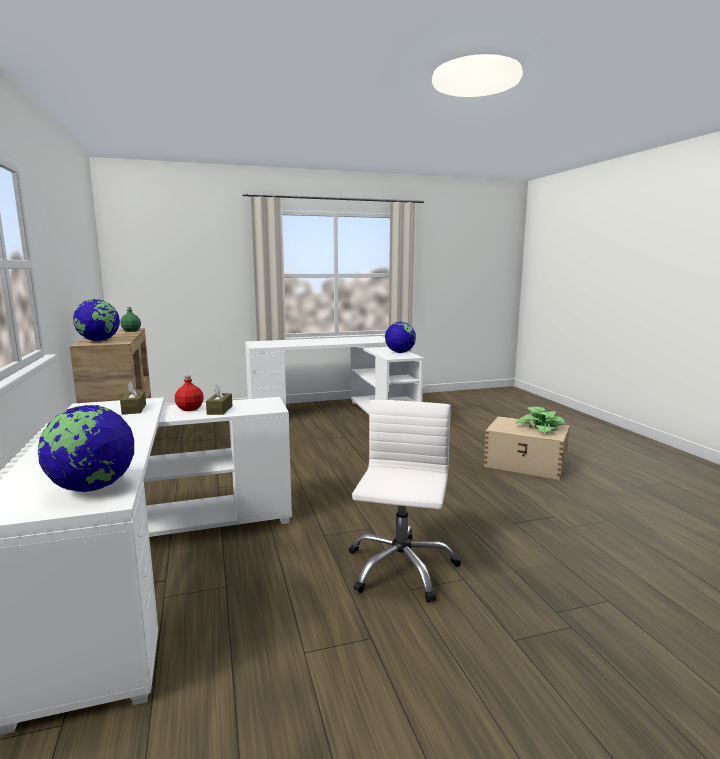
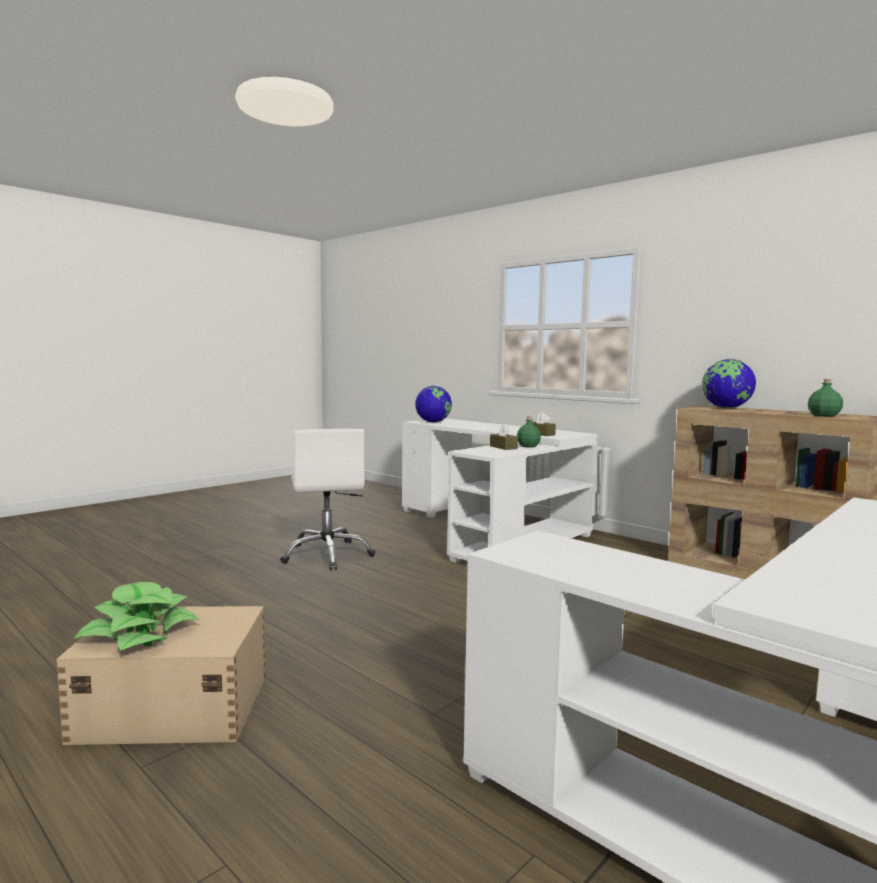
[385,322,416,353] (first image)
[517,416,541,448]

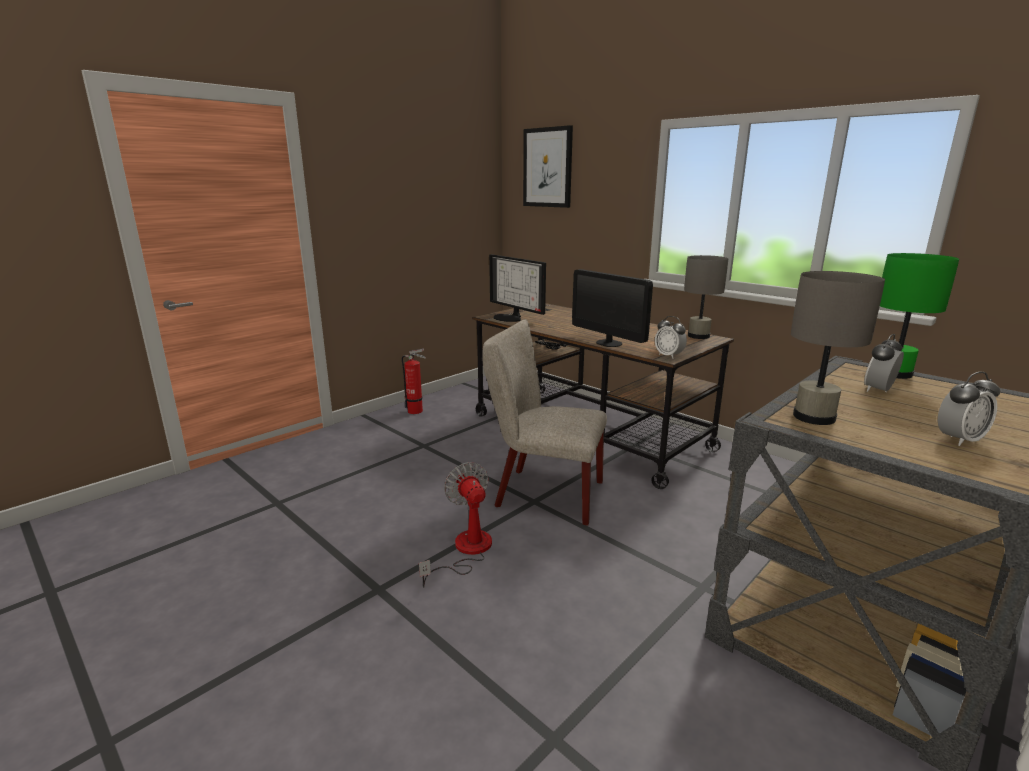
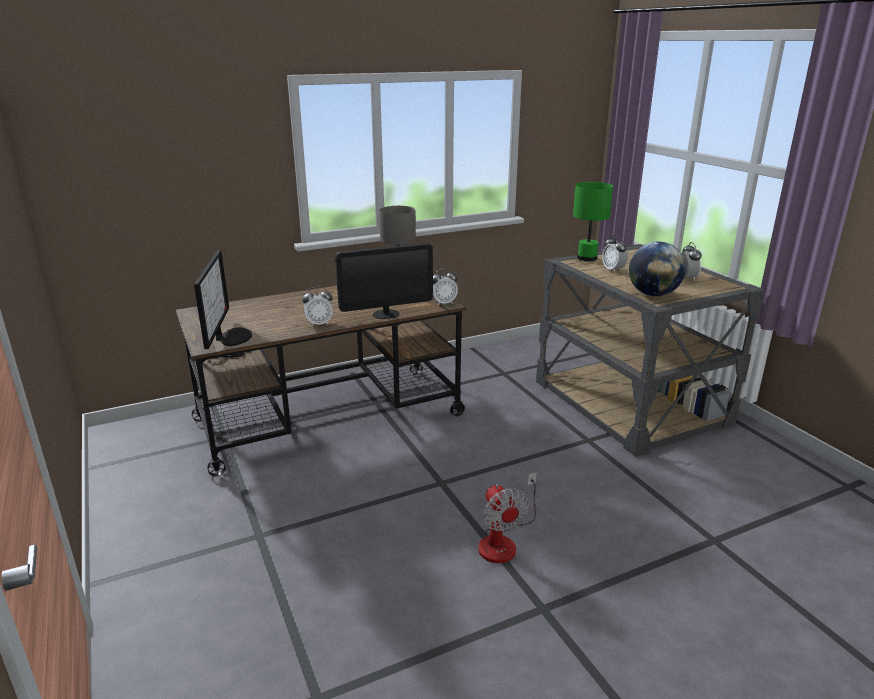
[402,348,426,414] (first image)
[482,319,607,526] (first image)
[523,125,573,208] (first image)
[302,287,333,327]
[629,241,686,296]
[478,472,537,563]
[194,250,252,349]

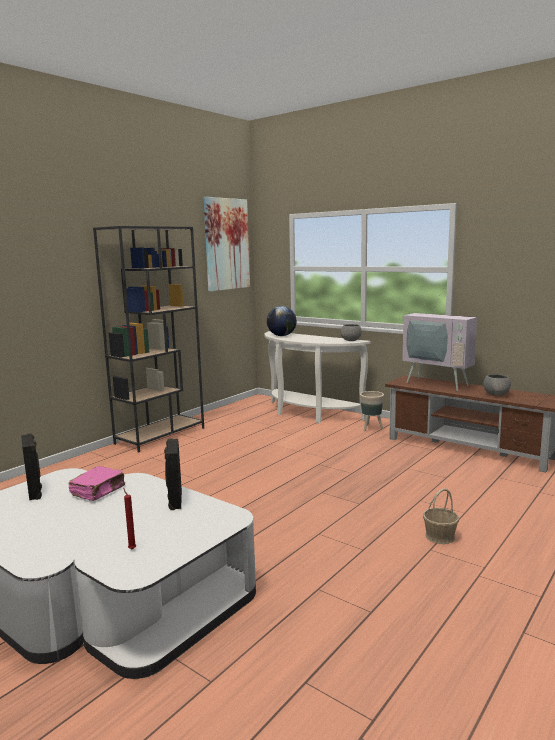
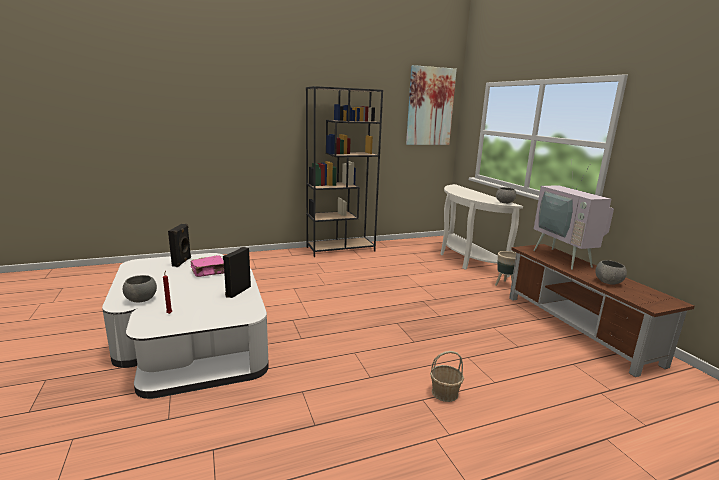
[267,306,297,336] (first image)
[123,275,157,302]

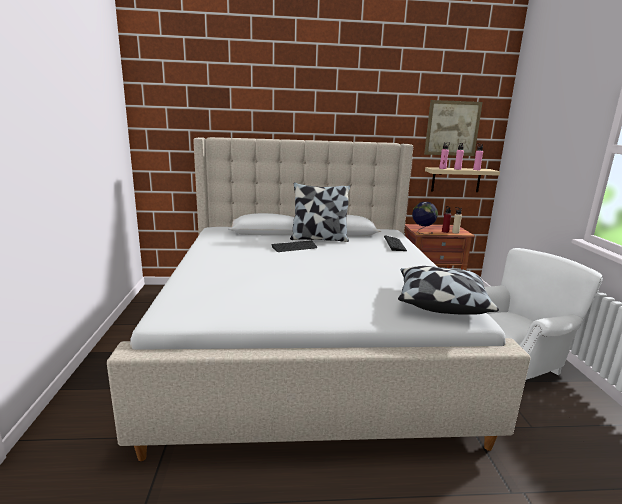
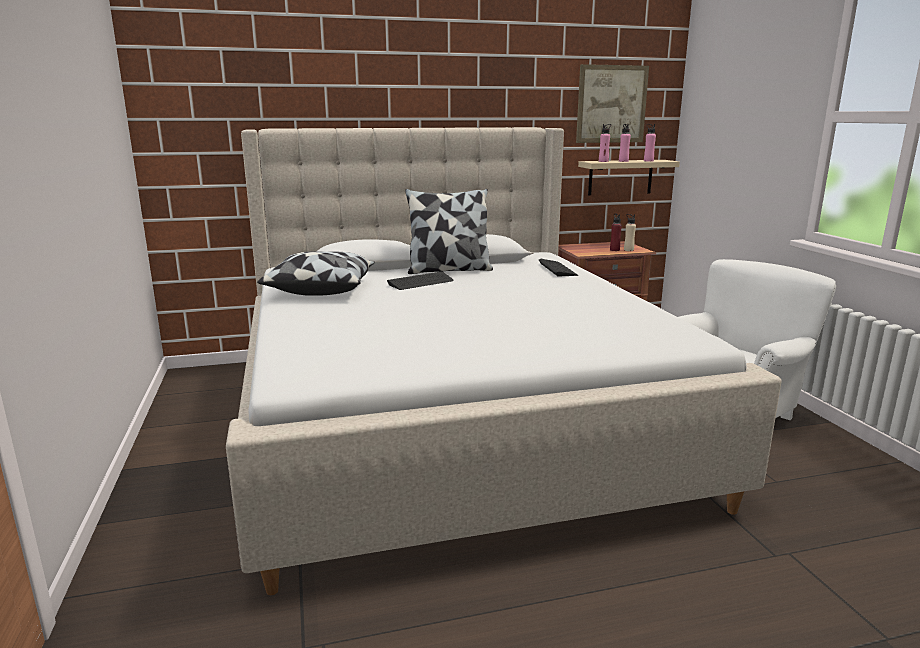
[412,202,438,234] (first image)
[257,251,375,296]

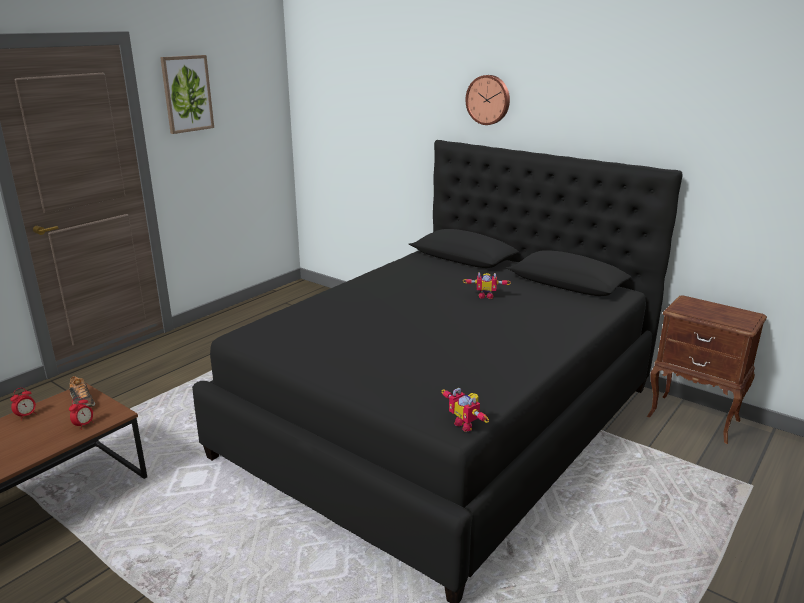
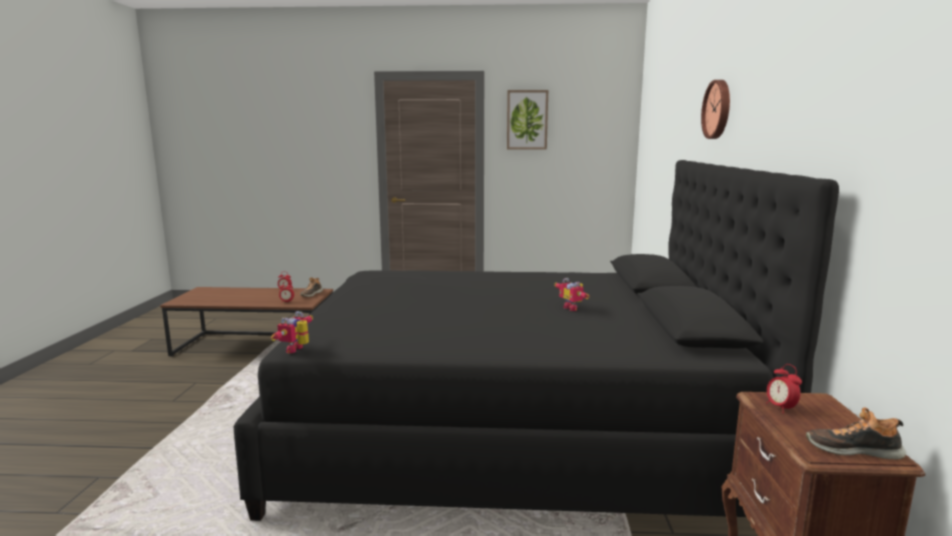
[766,364,802,413]
[806,408,906,459]

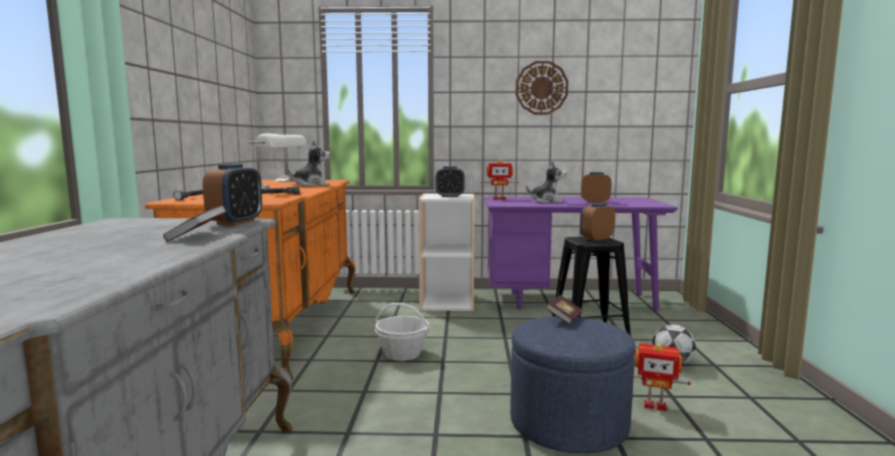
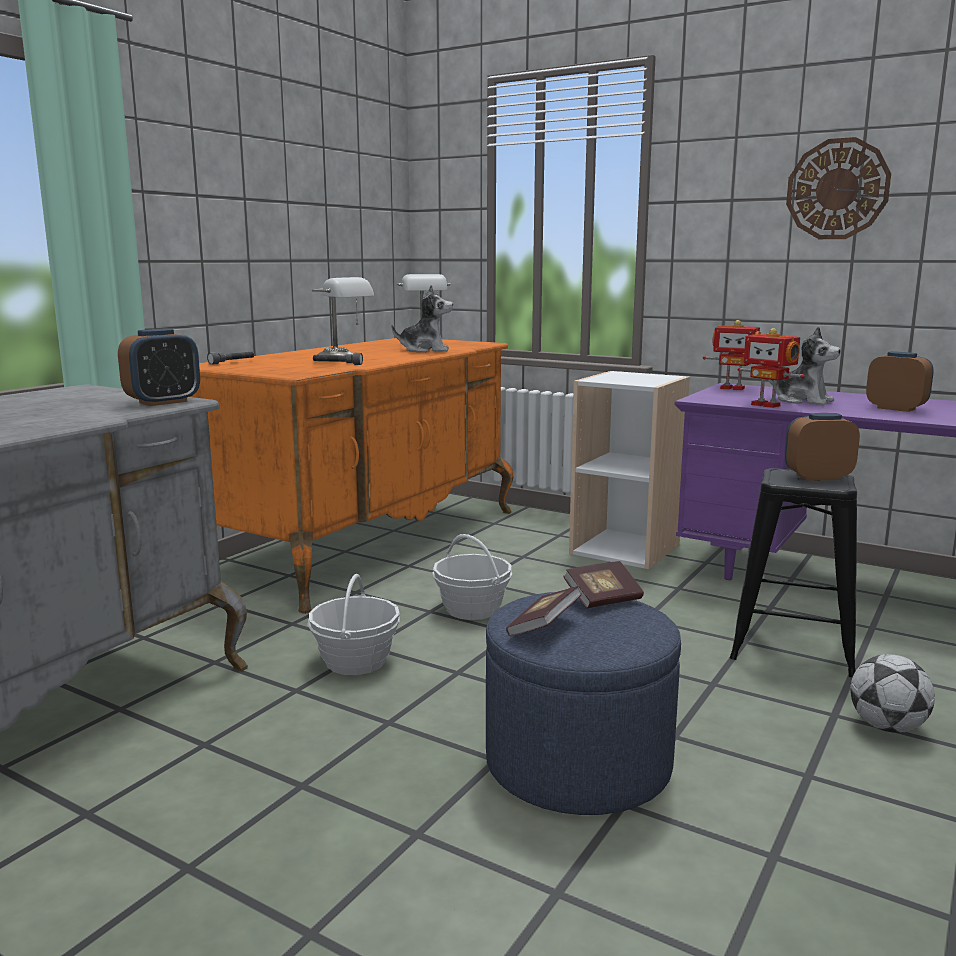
[436,166,465,197] (first image)
[307,574,400,675]
[506,586,582,636]
[737,328,805,408]

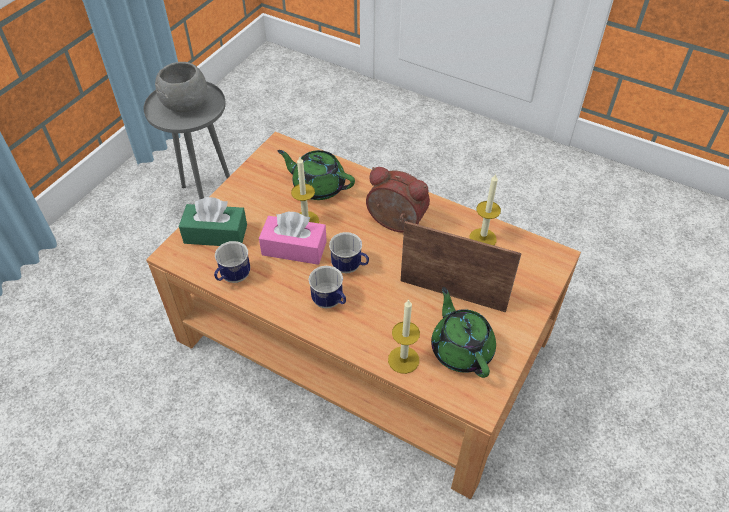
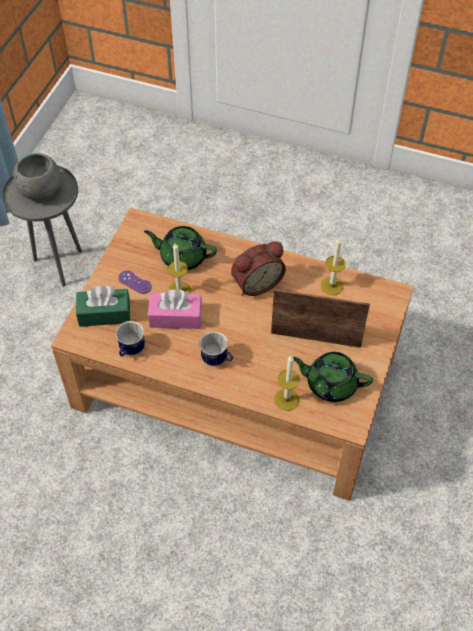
[329,232,369,273] (first image)
[119,270,152,294]
[231,241,286,296]
[293,352,373,402]

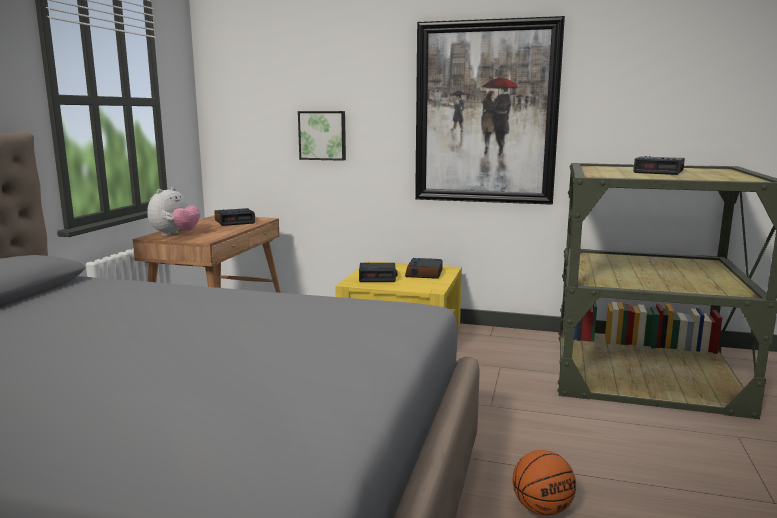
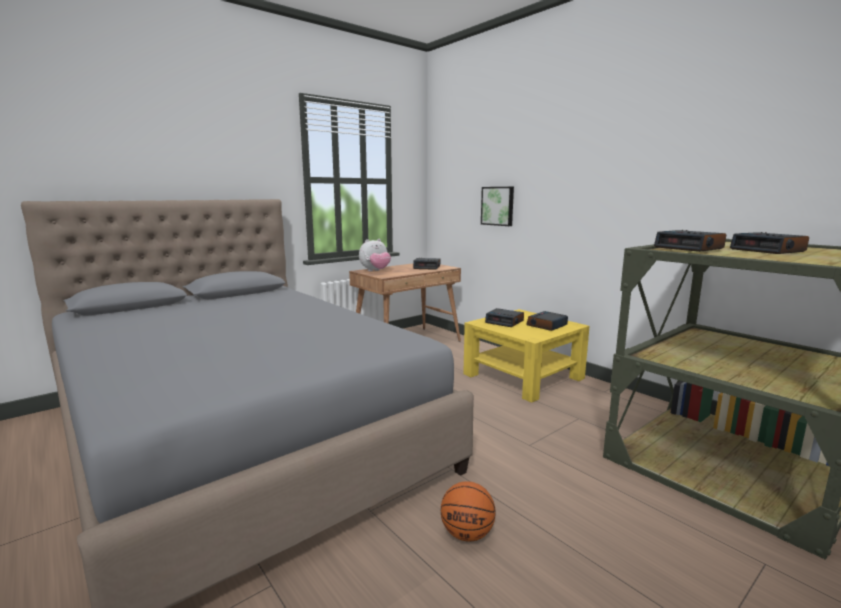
[415,16,565,205] (first image)
[654,230,726,252]

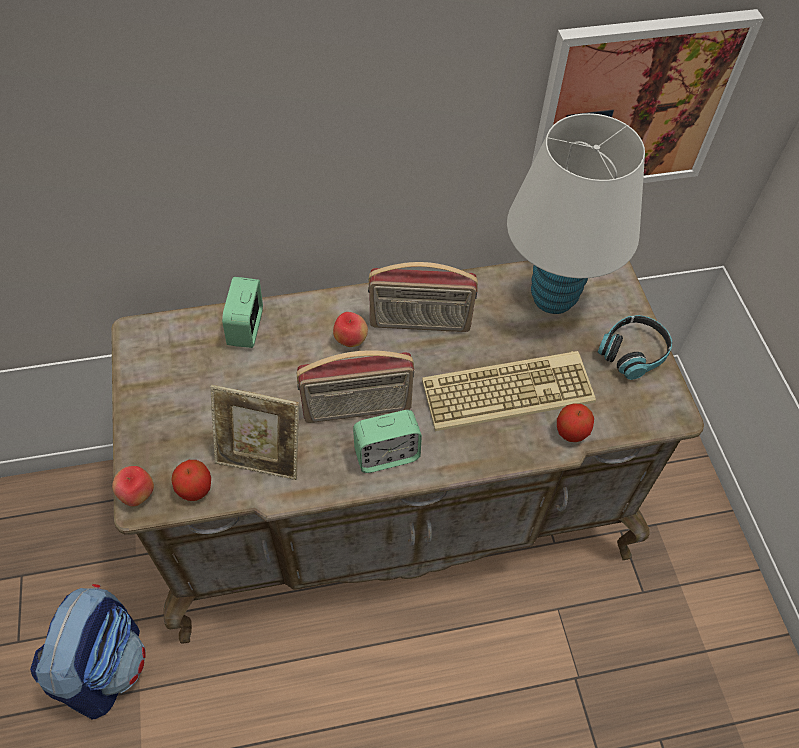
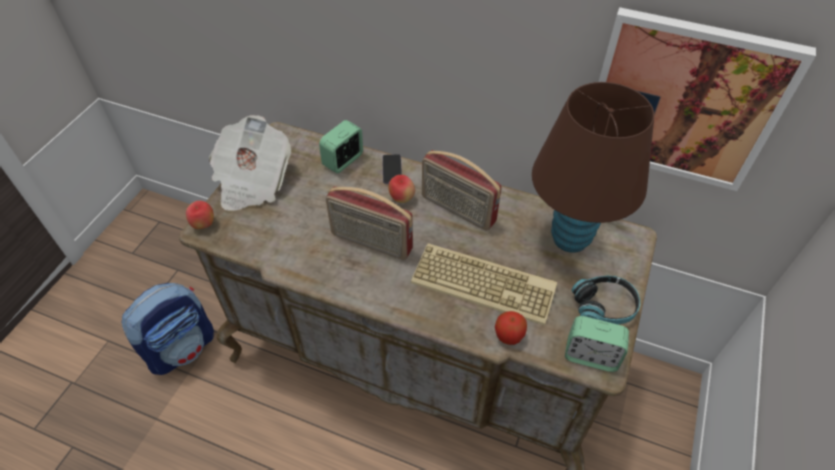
[171,460,211,501] (first image)
[210,385,299,480] (first image)
[209,115,291,211]
[382,154,402,184]
[565,316,629,372]
[532,82,654,253]

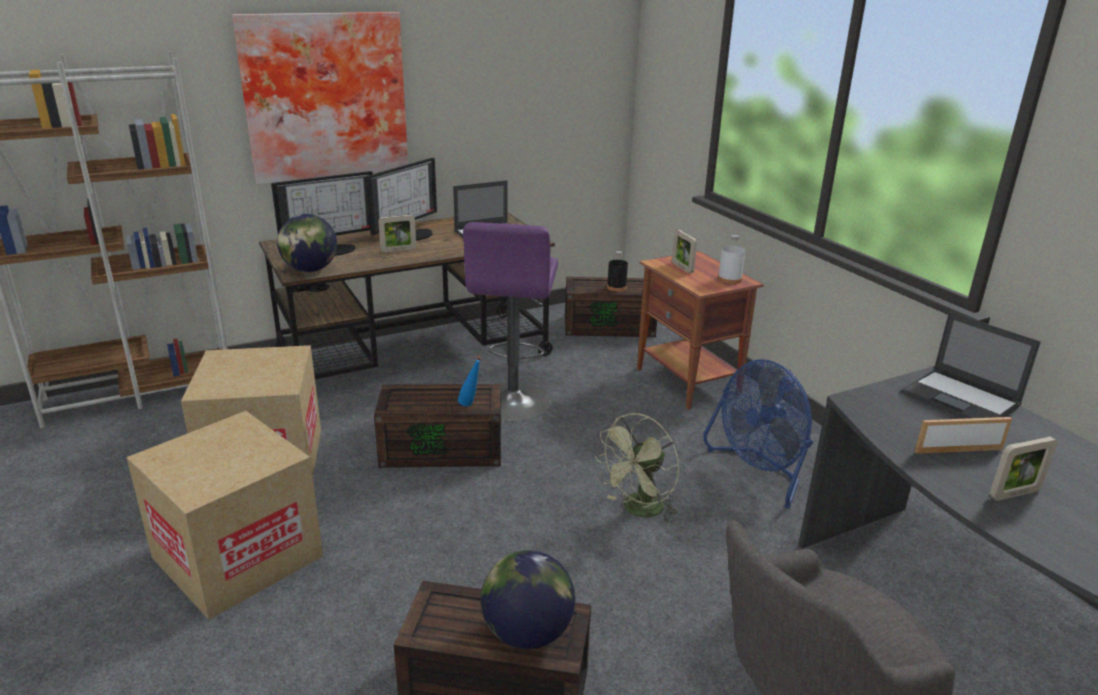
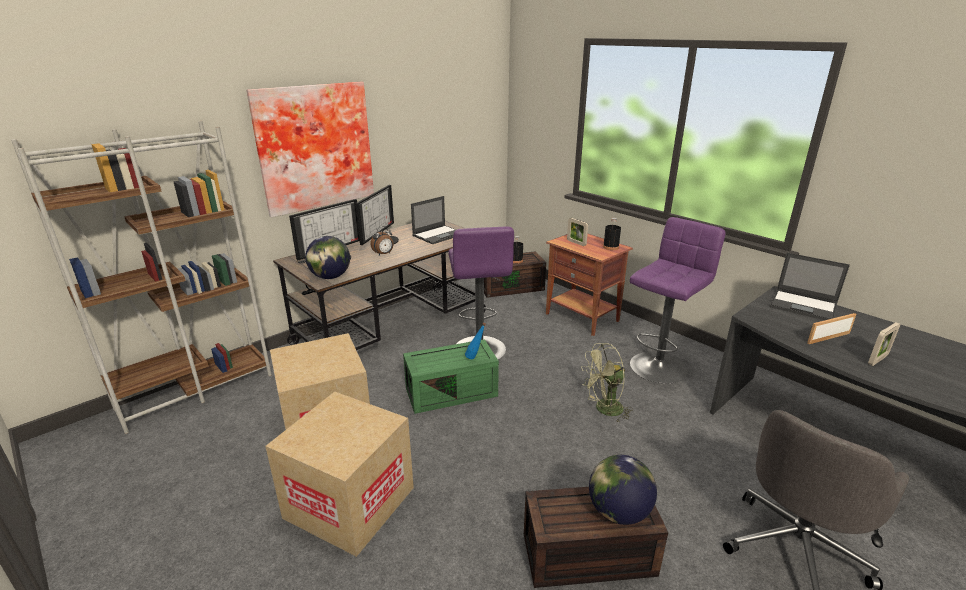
[370,226,393,255]
[630,217,726,384]
[403,339,499,414]
[603,218,621,250]
[581,343,633,423]

